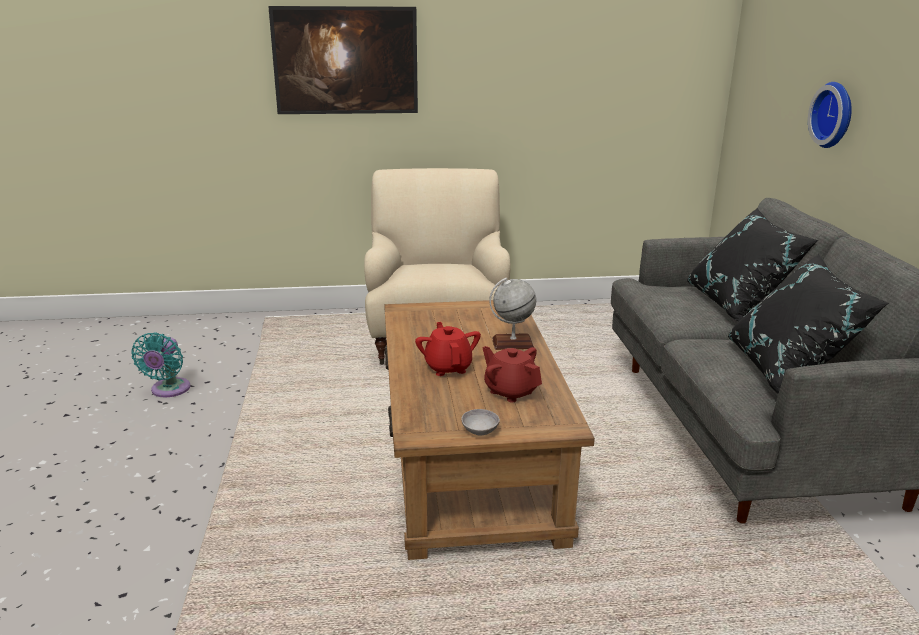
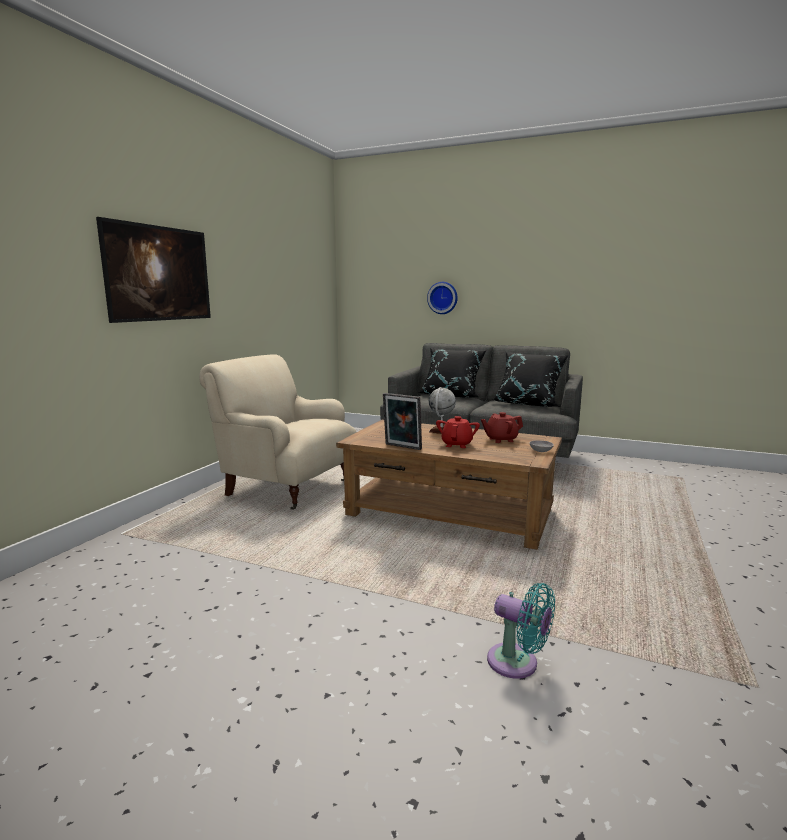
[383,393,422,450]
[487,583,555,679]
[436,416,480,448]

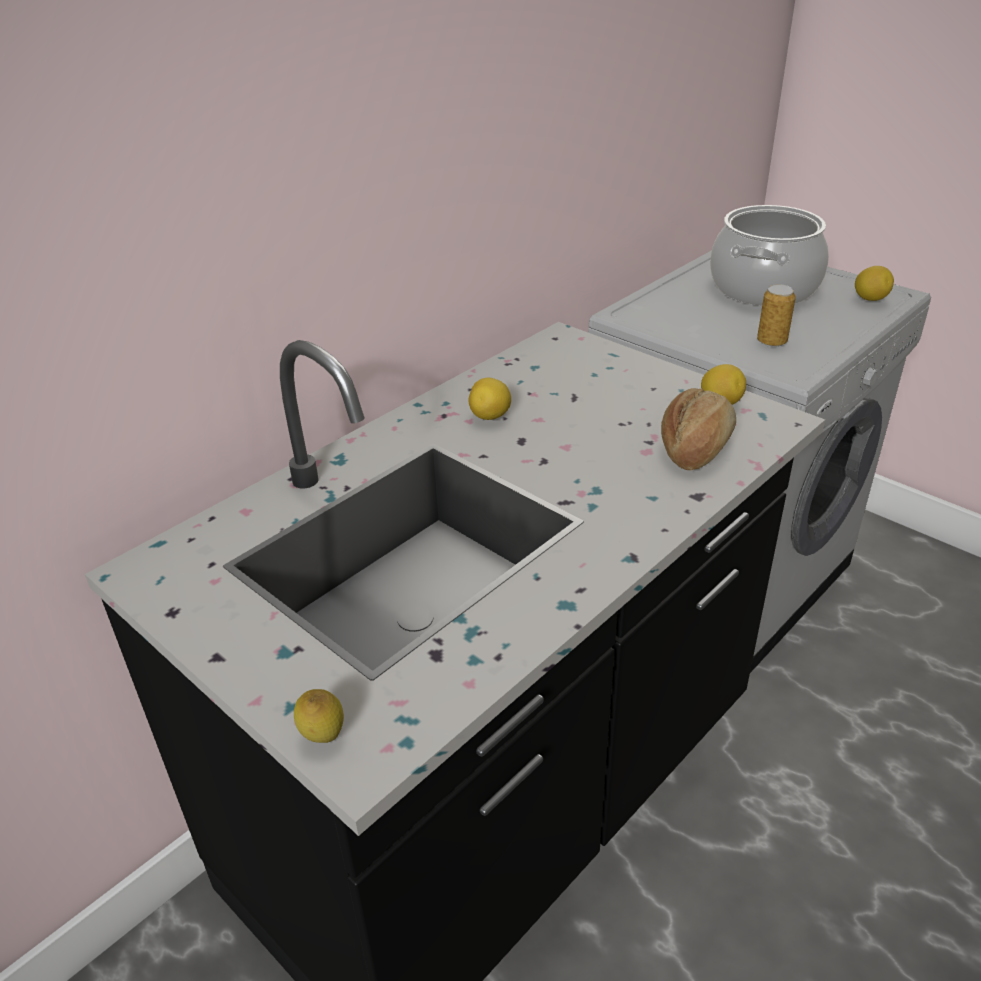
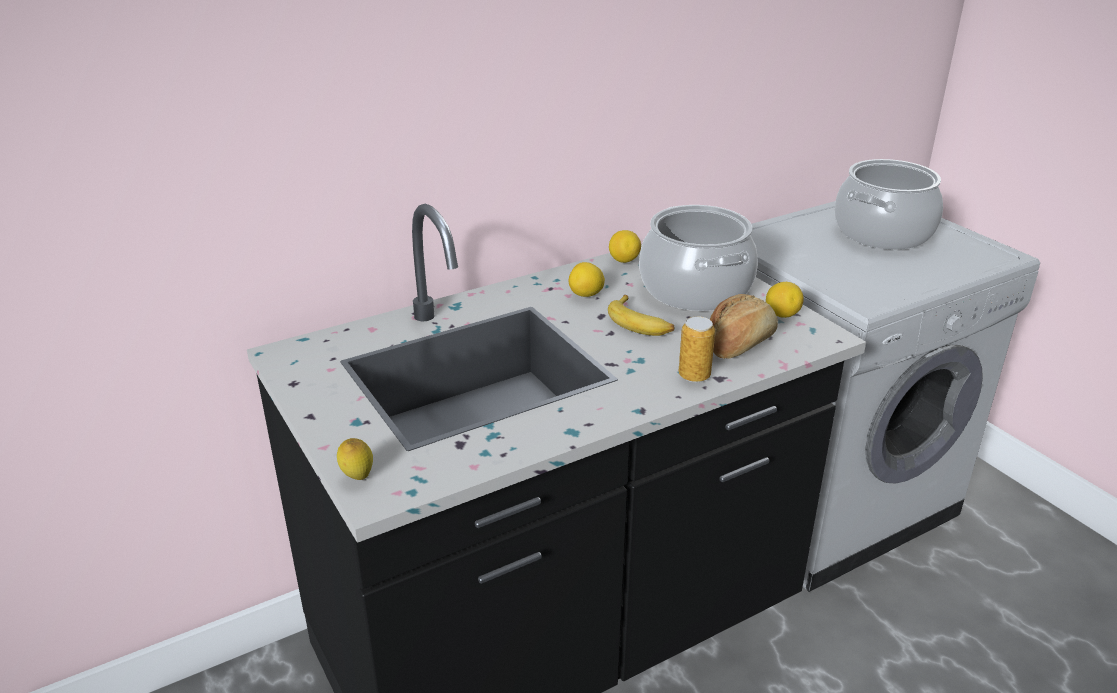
[608,295,674,336]
[639,205,758,311]
[679,316,715,383]
[609,230,641,263]

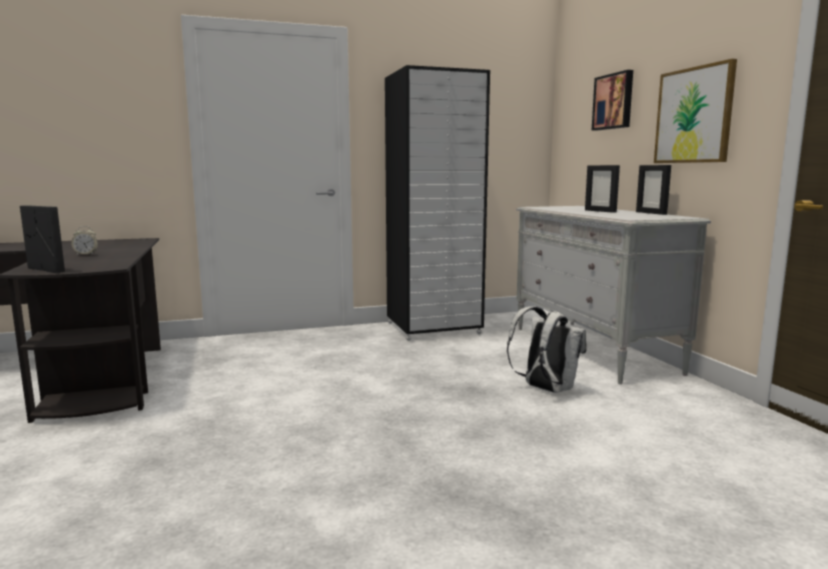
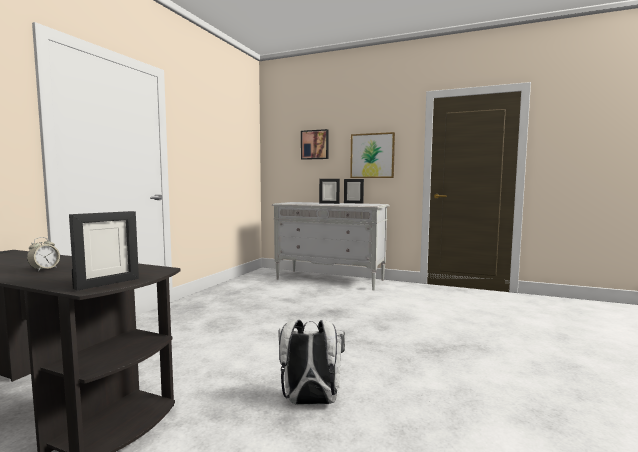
[385,65,490,341] (first image)
[278,319,345,405]
[69,211,139,291]

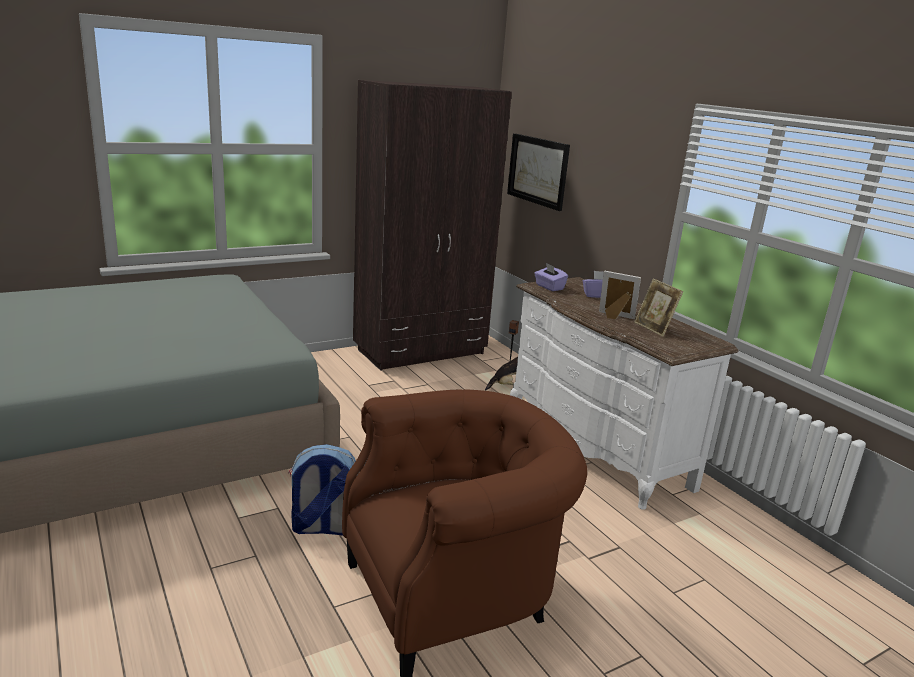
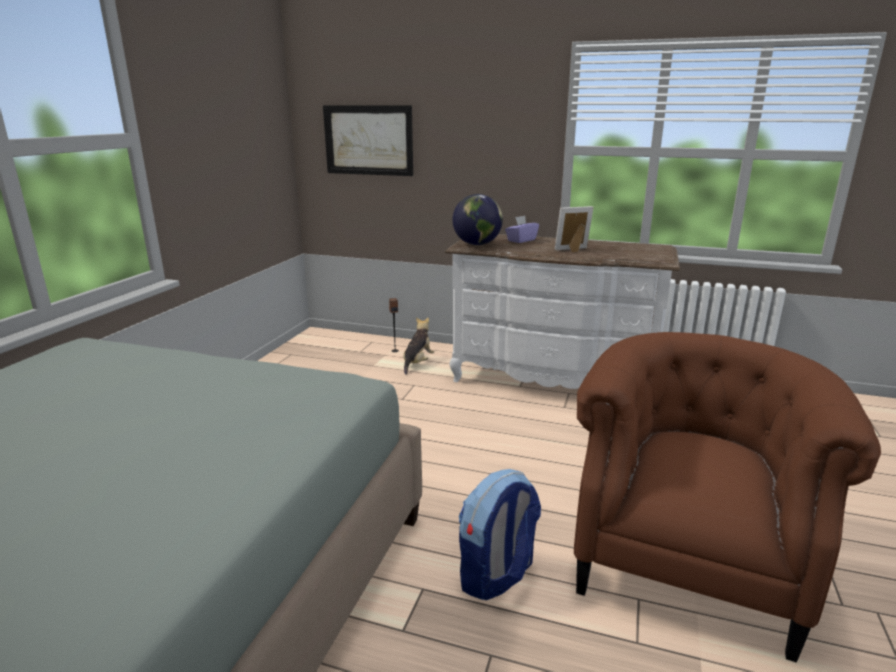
[353,80,512,371] (first image)
[634,279,683,337] (first image)
[452,194,503,245]

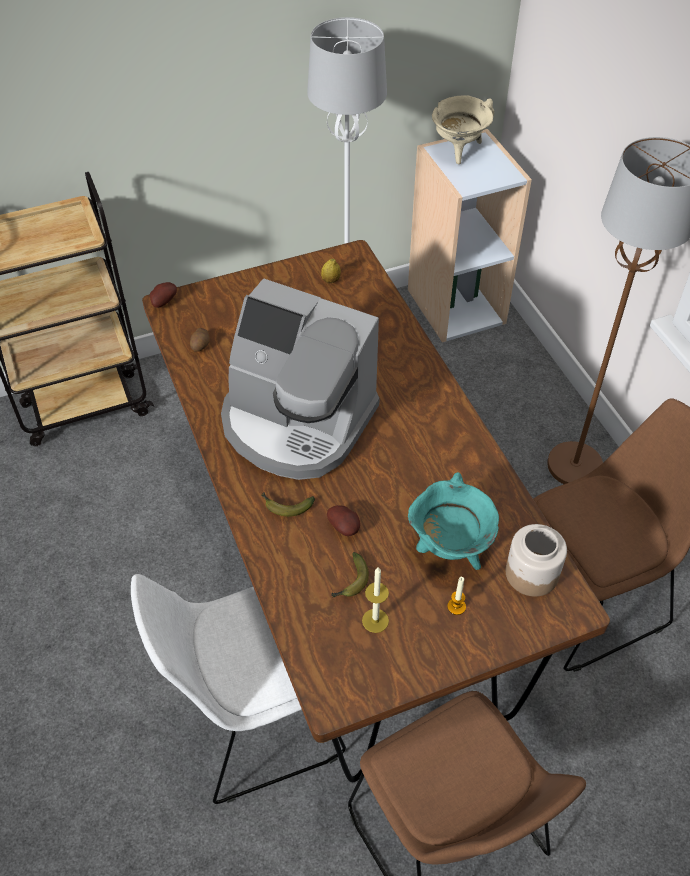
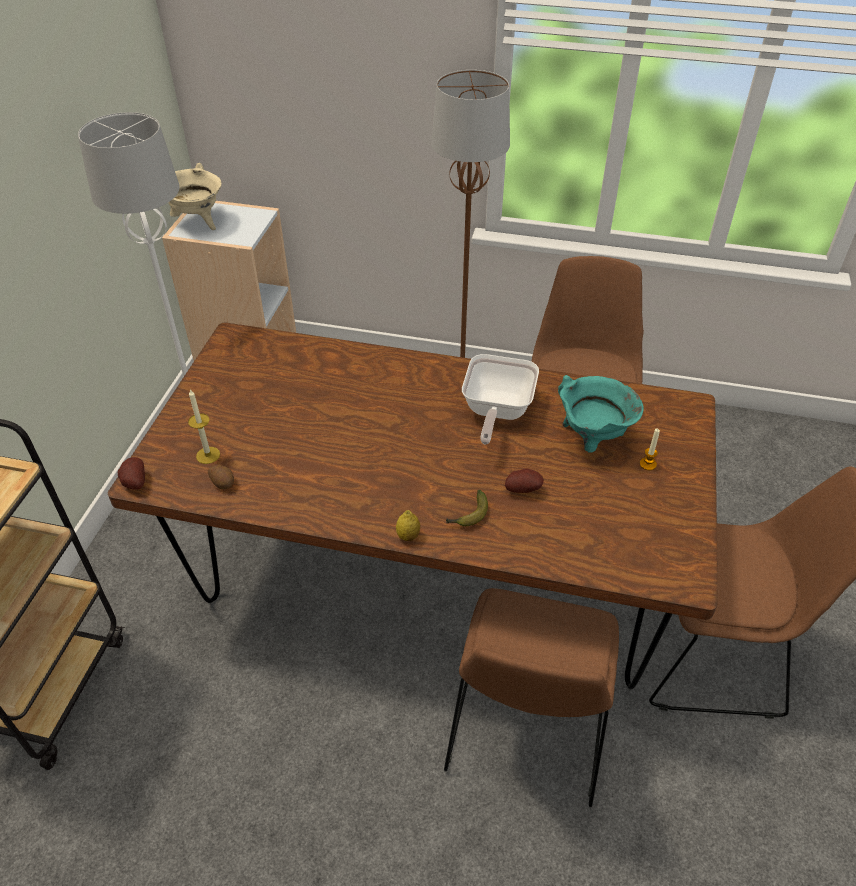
[221,278,380,480] (first image)
[331,552,369,598] (first image)
[506,524,567,597] (first image)
[462,354,539,444]
[396,510,420,541]
[188,389,220,464]
[444,588,619,807]

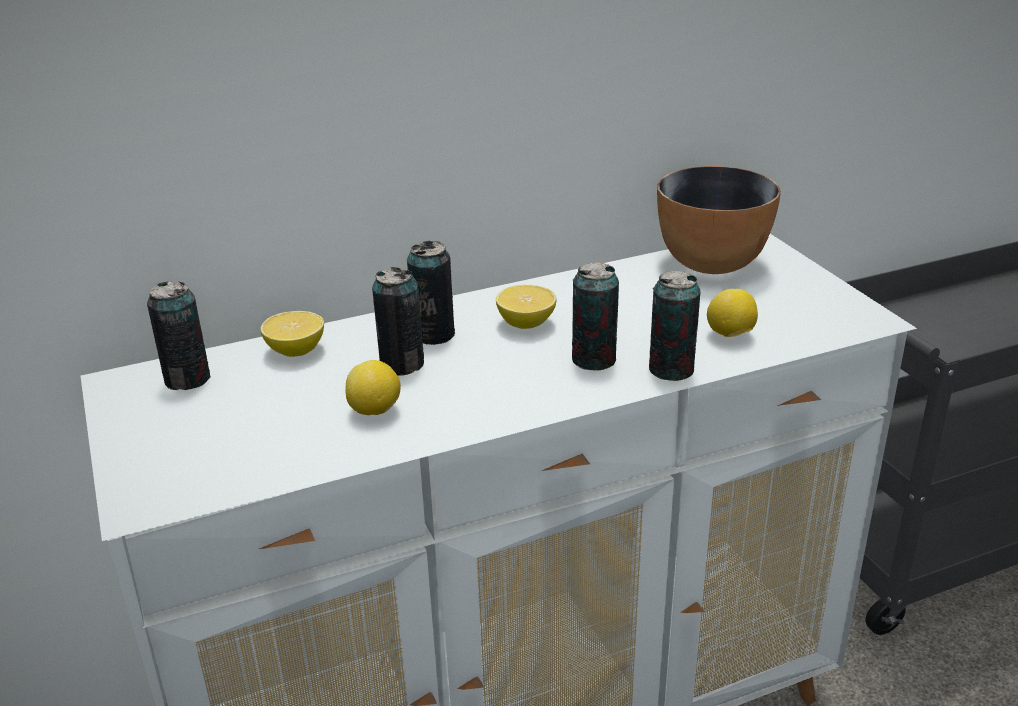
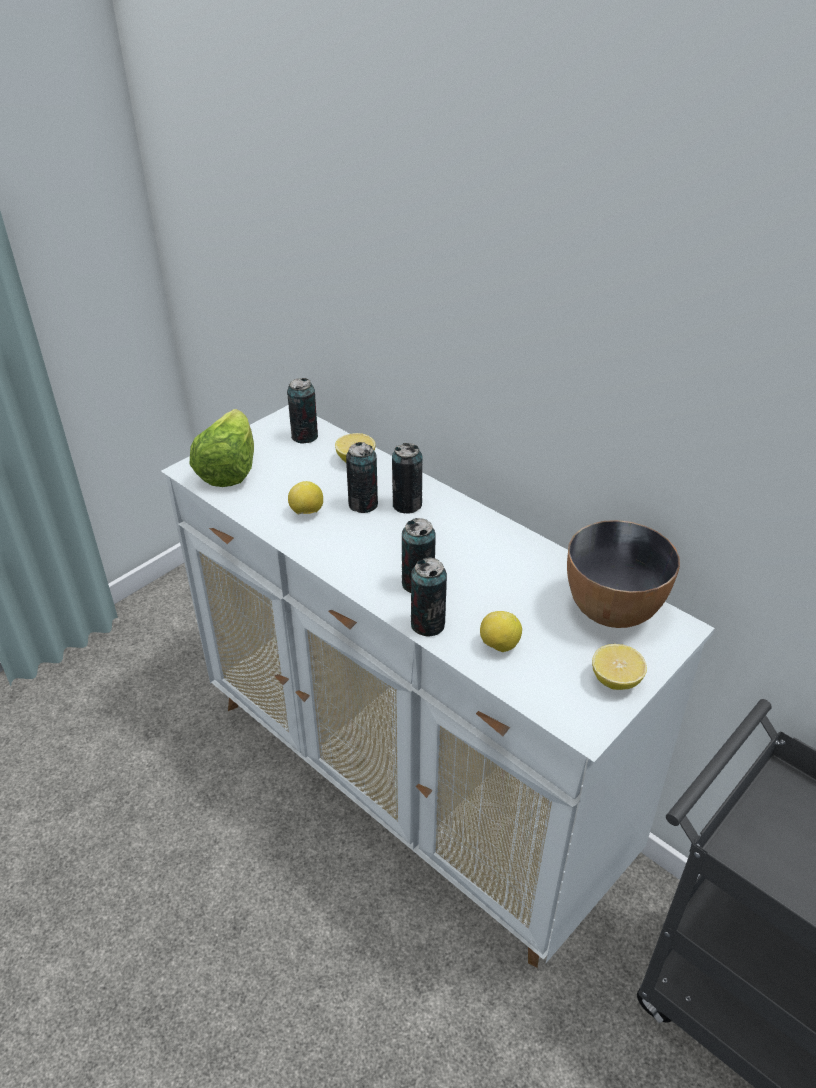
[189,409,254,487]
[592,644,647,690]

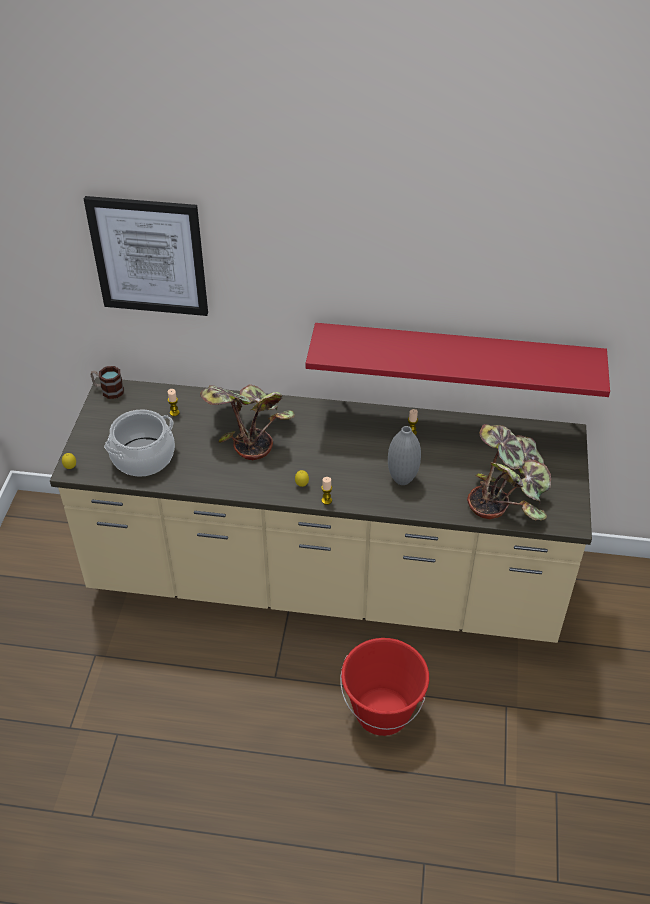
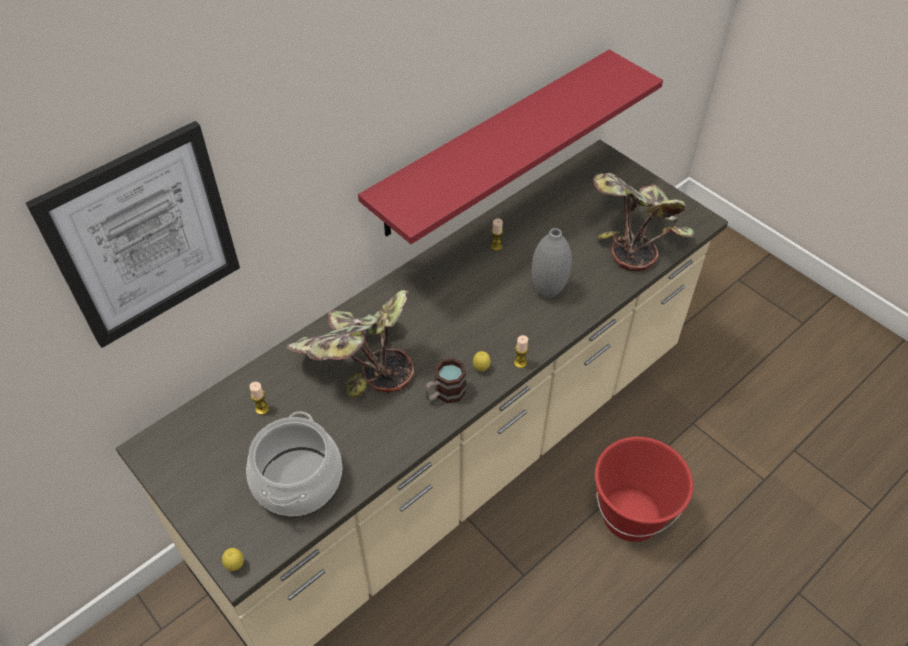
[424,358,466,403]

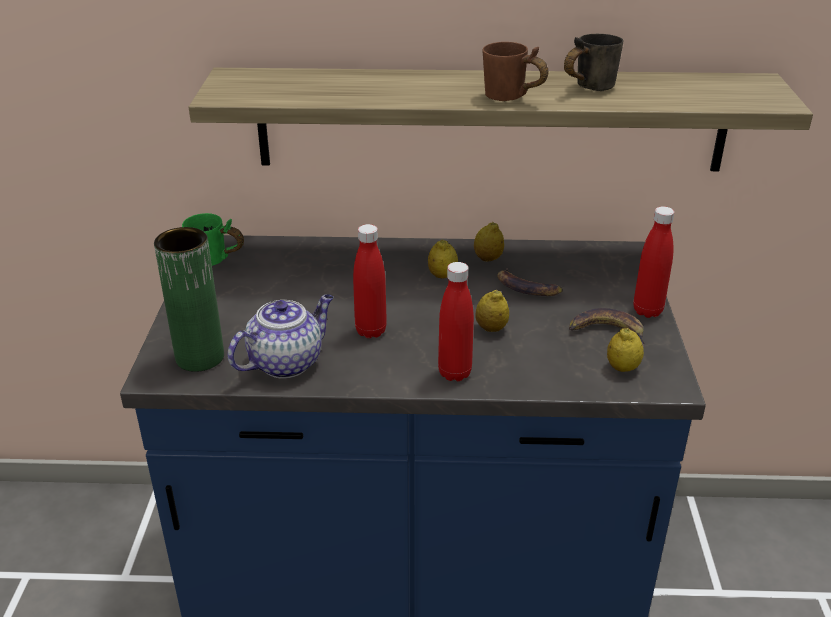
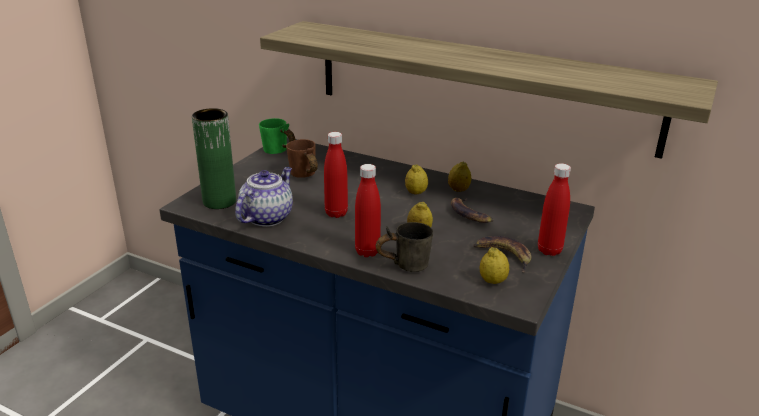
[286,139,318,178]
[376,222,433,272]
[235,167,293,227]

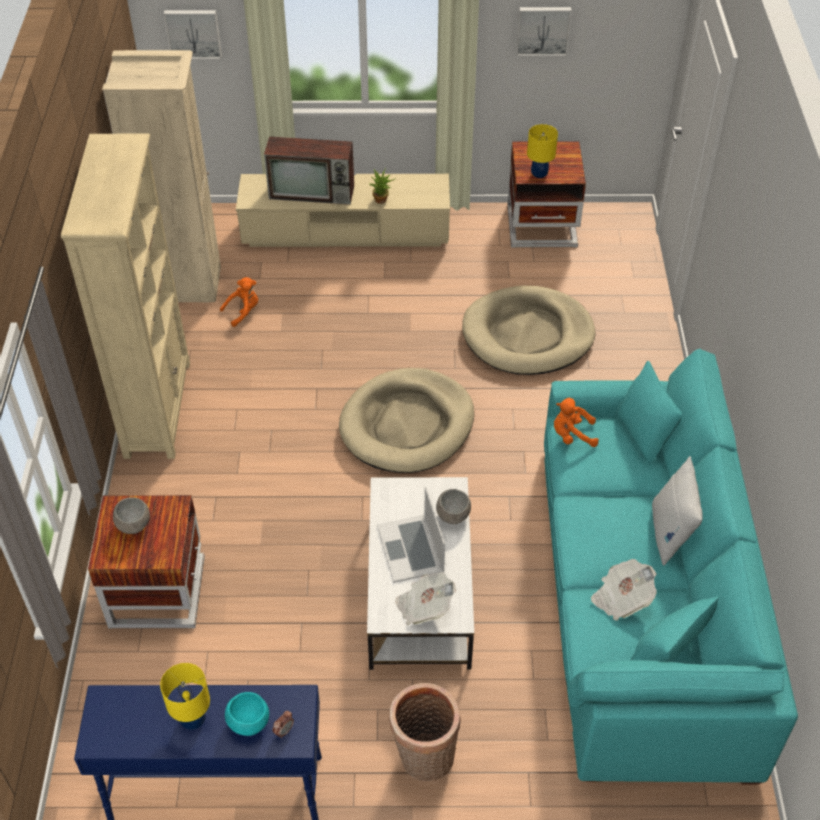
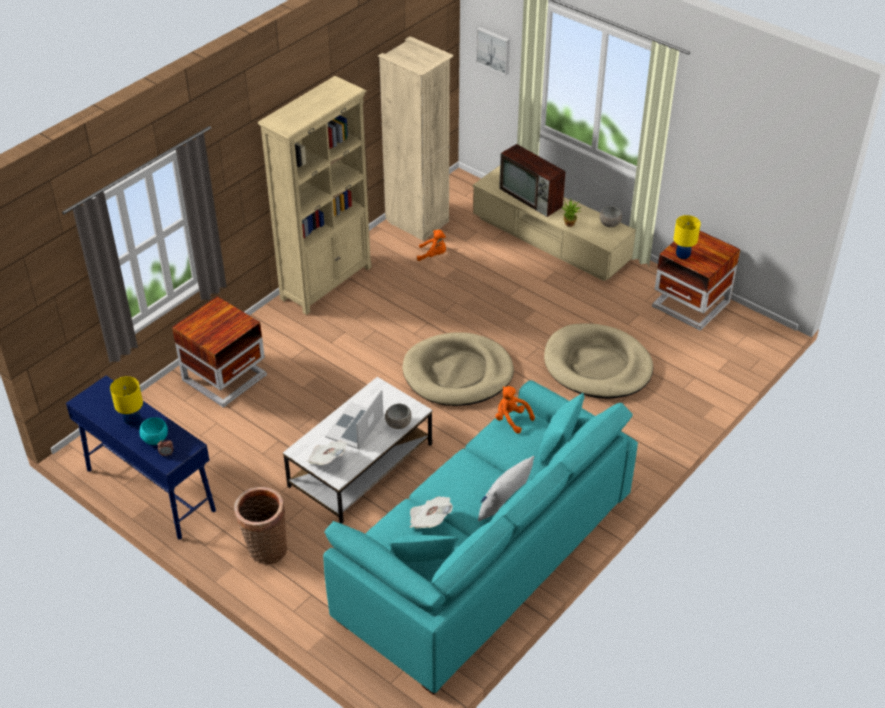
[516,7,572,56] (first image)
[600,206,622,227]

